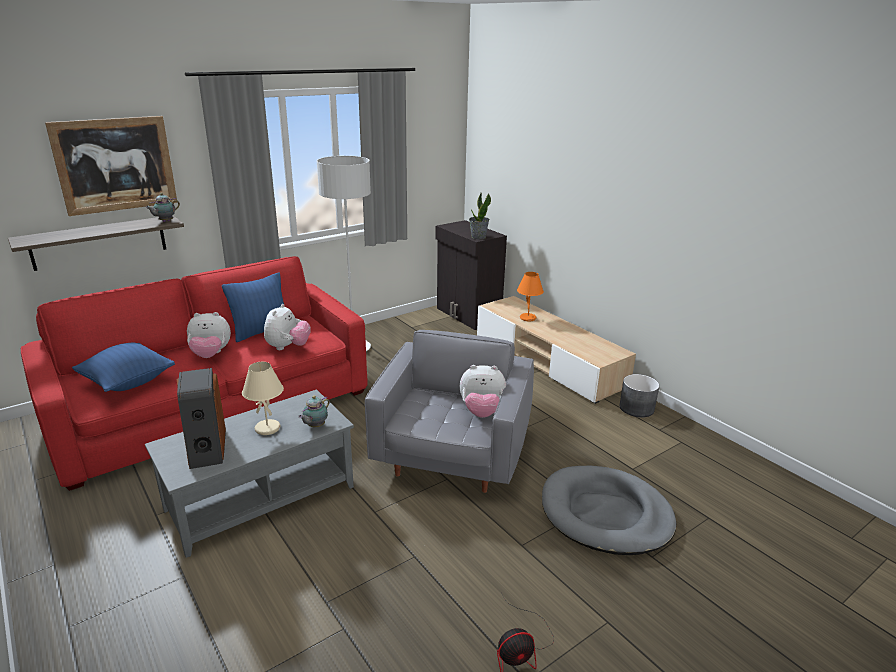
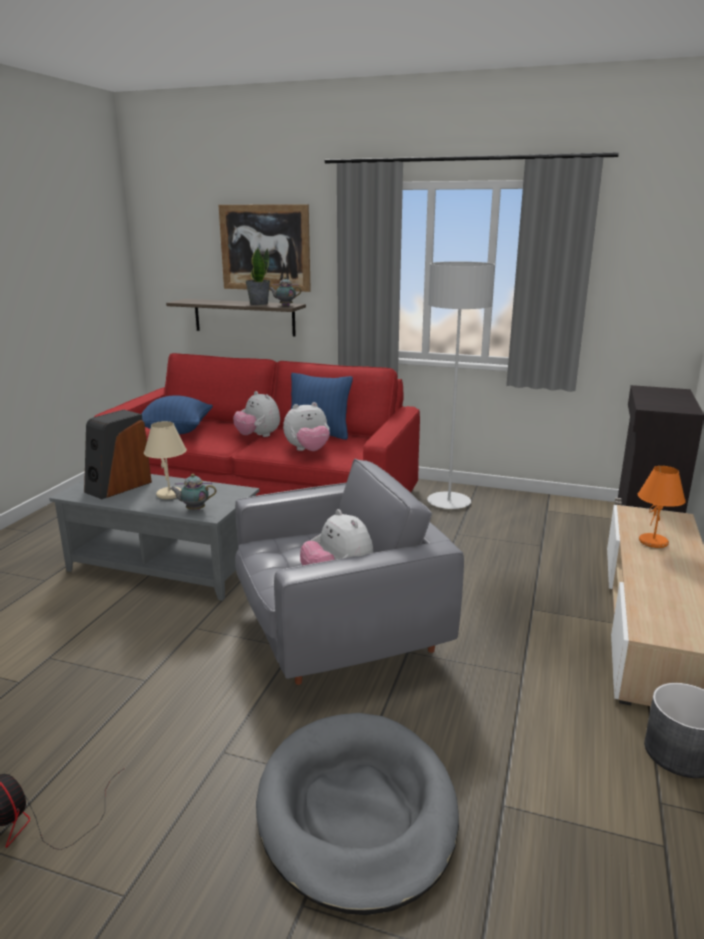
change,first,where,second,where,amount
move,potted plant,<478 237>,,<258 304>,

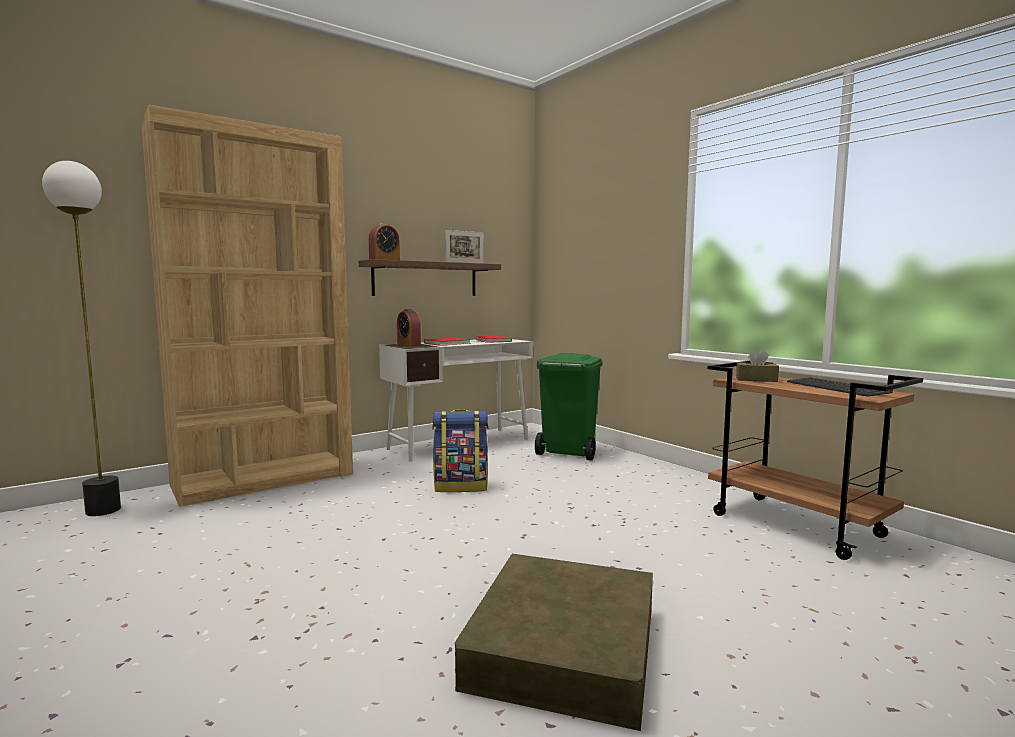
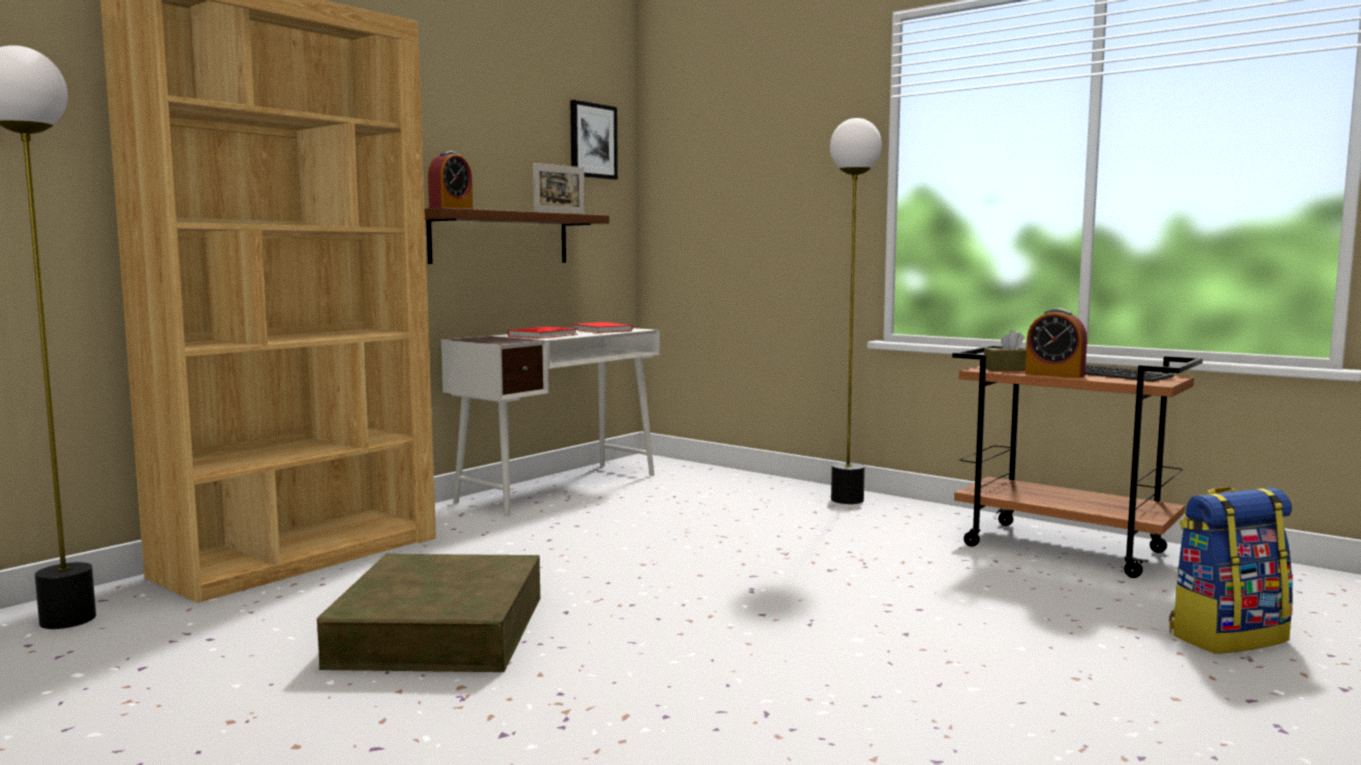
change,first,where,second,where,amount
move,bedside clock,<408 344>,,<1054 375>,
delete,greenish waste bin,<567 453>,,,
move,backpack,<461 486>,,<1226 636>,
move,brown-coloured storage box,<564 647>,,<440 630>,
insert,,,picture,<592 141>,
insert,,,standing lamp,<846 500>,

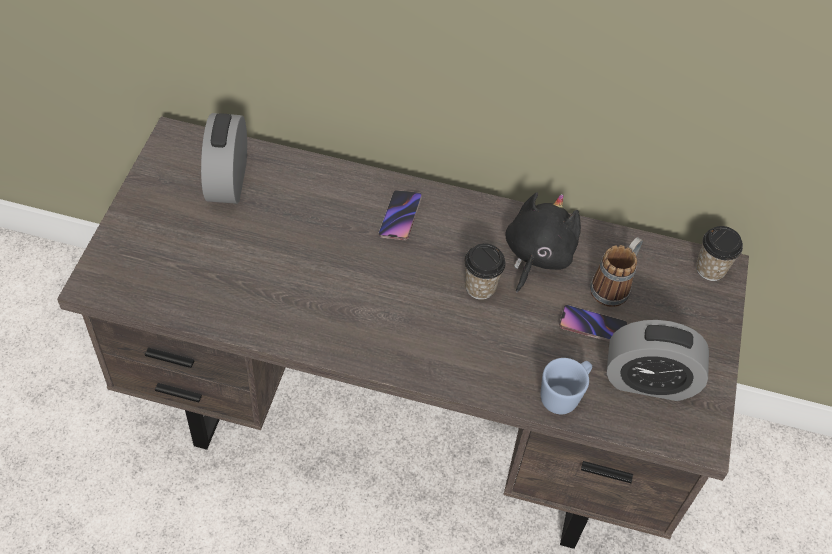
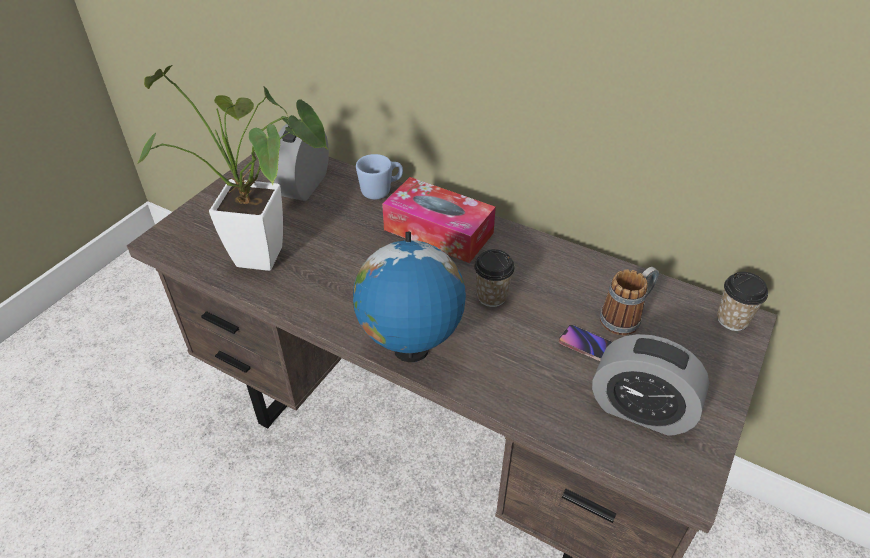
change,first,where,second,where,amount
replace,phone,<400 217>,box of tissues,<438 231>,
delete,blackish plush toy,<536 255>,,,
move,blue tea mug,<564 395>,,<381 191>,
insert,,,potted plant,<270 259>,
insert,,,world globe,<410 350>,

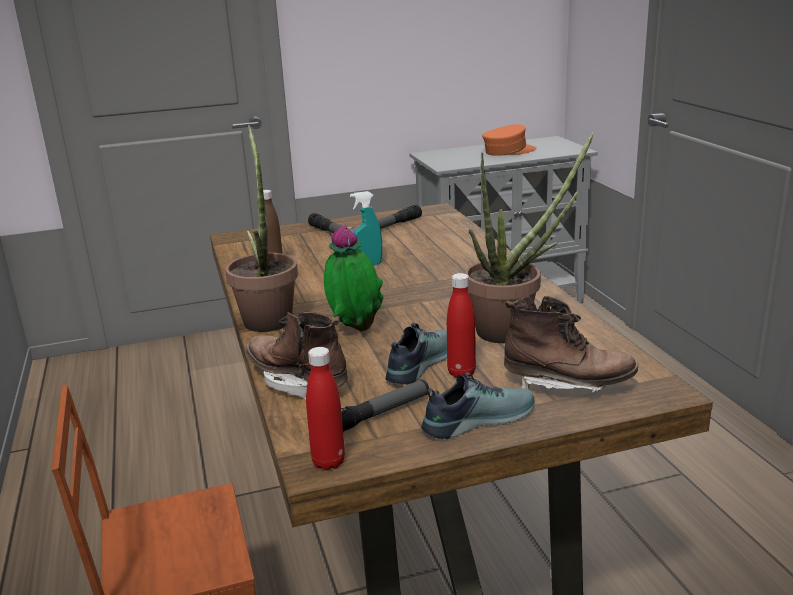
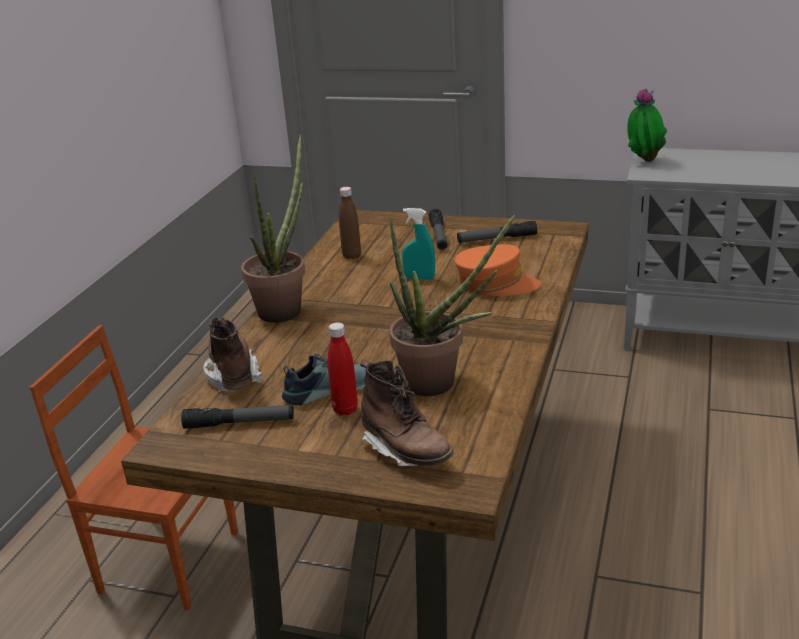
change,first,where,second,where,amount
move,orange cap,<508 151>,,<496 284>,
move,potted plant,<354 331>,,<643 160>,
delete,red-coloured beverage bottle,<328 462>,,,
delete,shoe,<476 419>,,,

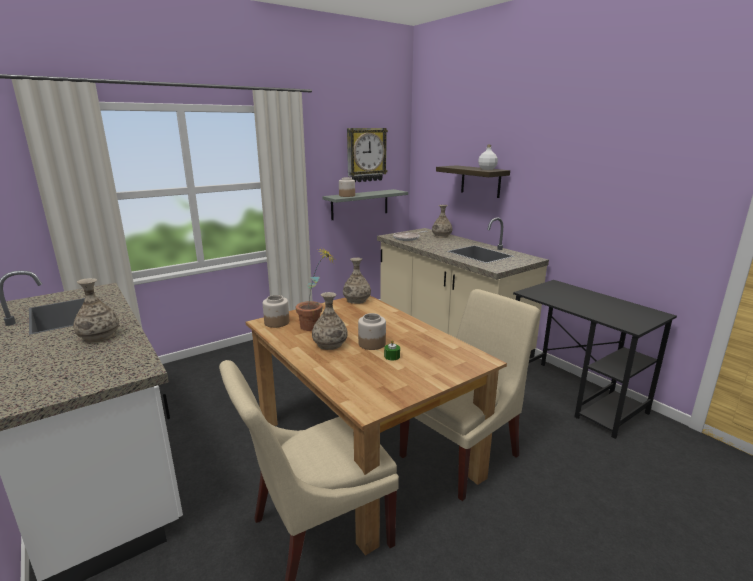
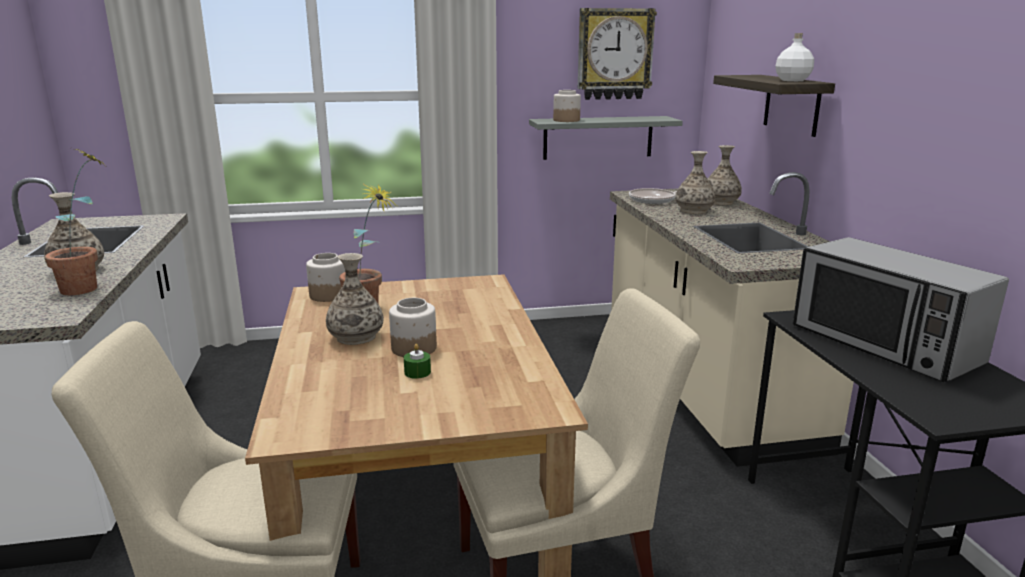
change,first,where,second,where,amount
move,decorative vase,<356 300>,,<693 210>,
insert,,,potted plant,<91 287>,
insert,,,microwave,<883 345>,

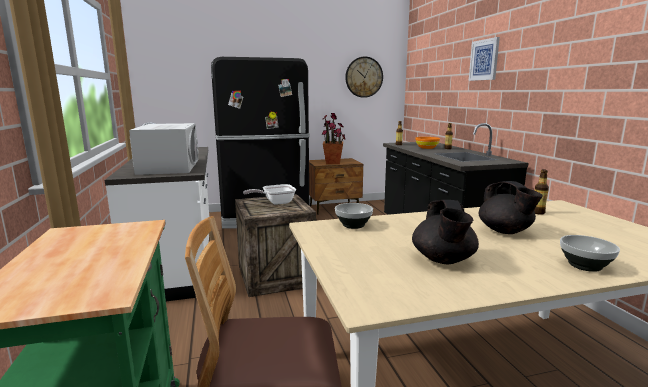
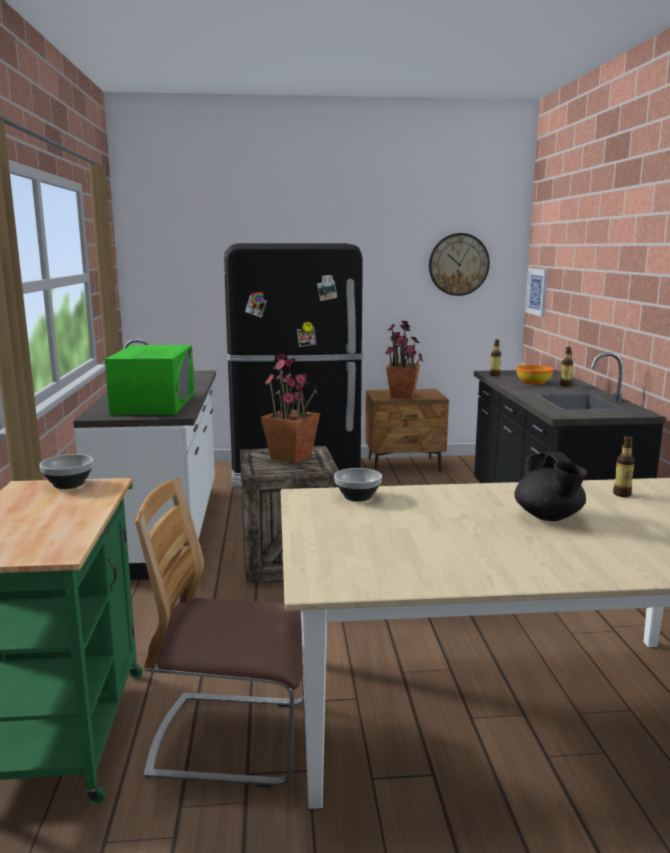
change,first,where,second,where,amount
move,picture,<484 60>,,<537 291>,
recolor,whitish microwave,<169 166>,greenish microwave,<154 403>,
replace,pan,<275 202>,potted plant,<291 457>,
delete,blackish tea pot,<443 260>,,,
move,deep dish,<585 266>,,<69 484>,

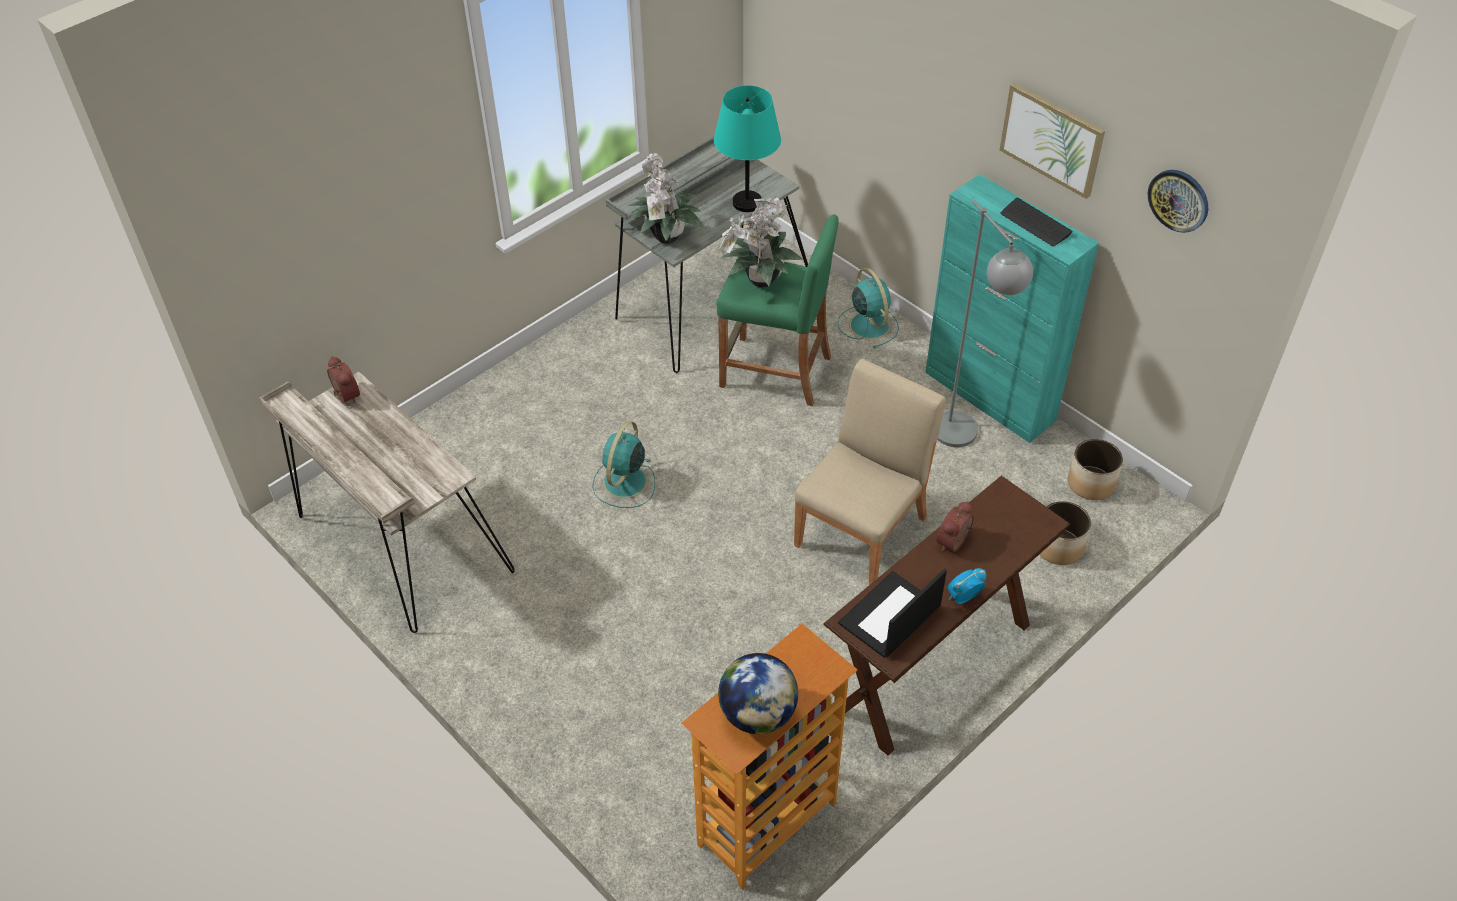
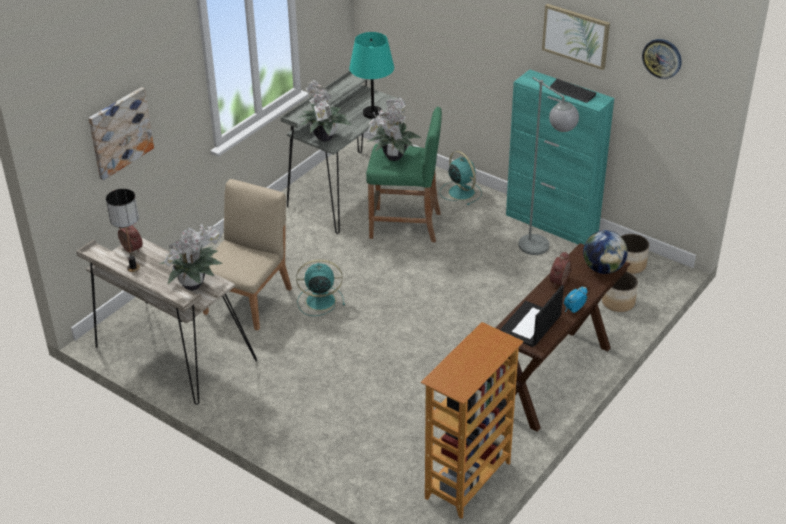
change,first,where,second,where,amount
move,beige chair,<862 530>,,<249 300>,
rotate,turquoise-coloured electric fan,<624 483>,,<319 301>,75 degrees clockwise
move,world globe,<757 714>,,<603 269>,
insert,,,picture,<120 132>,
insert,,,tabletop lamp,<133 268>,
insert,,,potted plant,<195 285>,

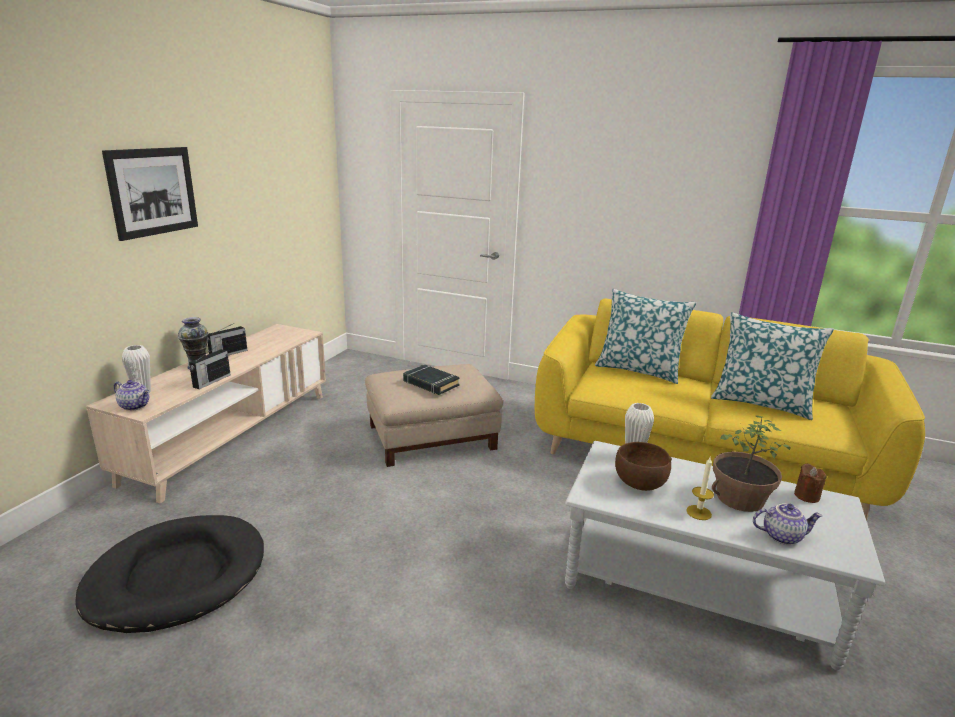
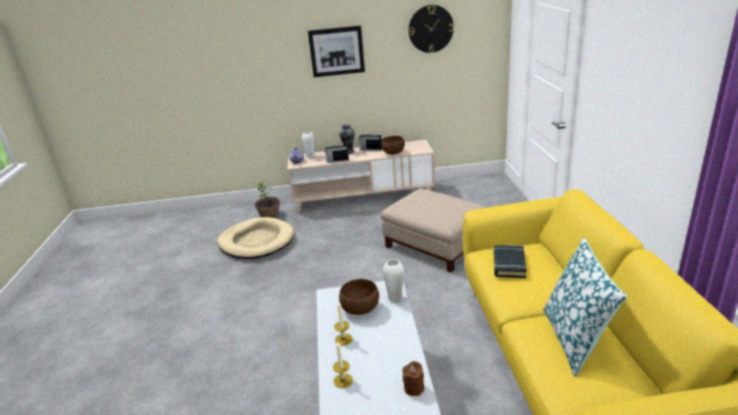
change,first,where,second,where,amount
delete,throw pillow,<639 370>,,,
move,blackish bound book,<430 383>,,<509 264>,
move,potted plant,<740 498>,,<269 215>,
replace,tea pot,<782 536>,candle,<343 380>,
recolor,blackish dog bed,<177 577>,beige dog bed,<256 241>,
insert,,,clock on the wall,<430 29>,
insert,,,brown-coloured deep dish,<393 152>,

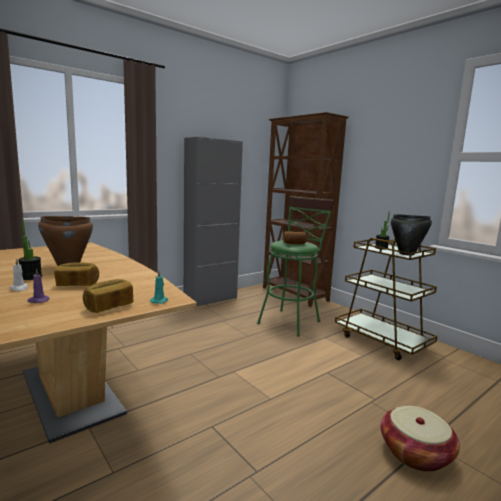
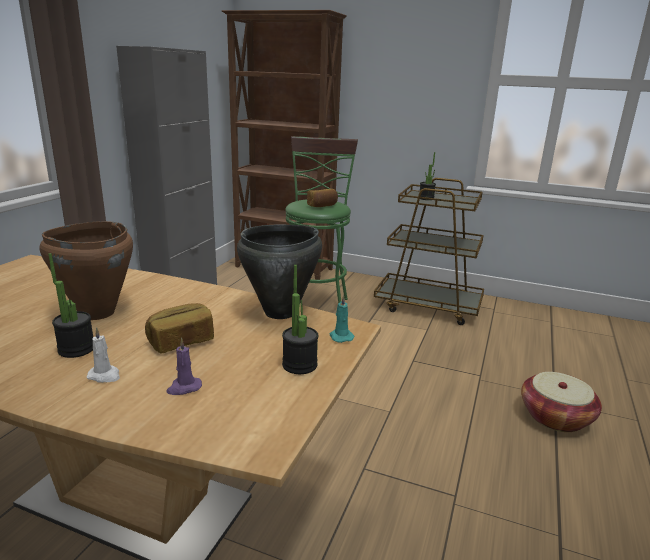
change,first,where,second,where,amount
move,blackish cooking pot,<407 254>,,<280 312>,
replace,baked bread,<109 306>,potted plant,<299 365>,

